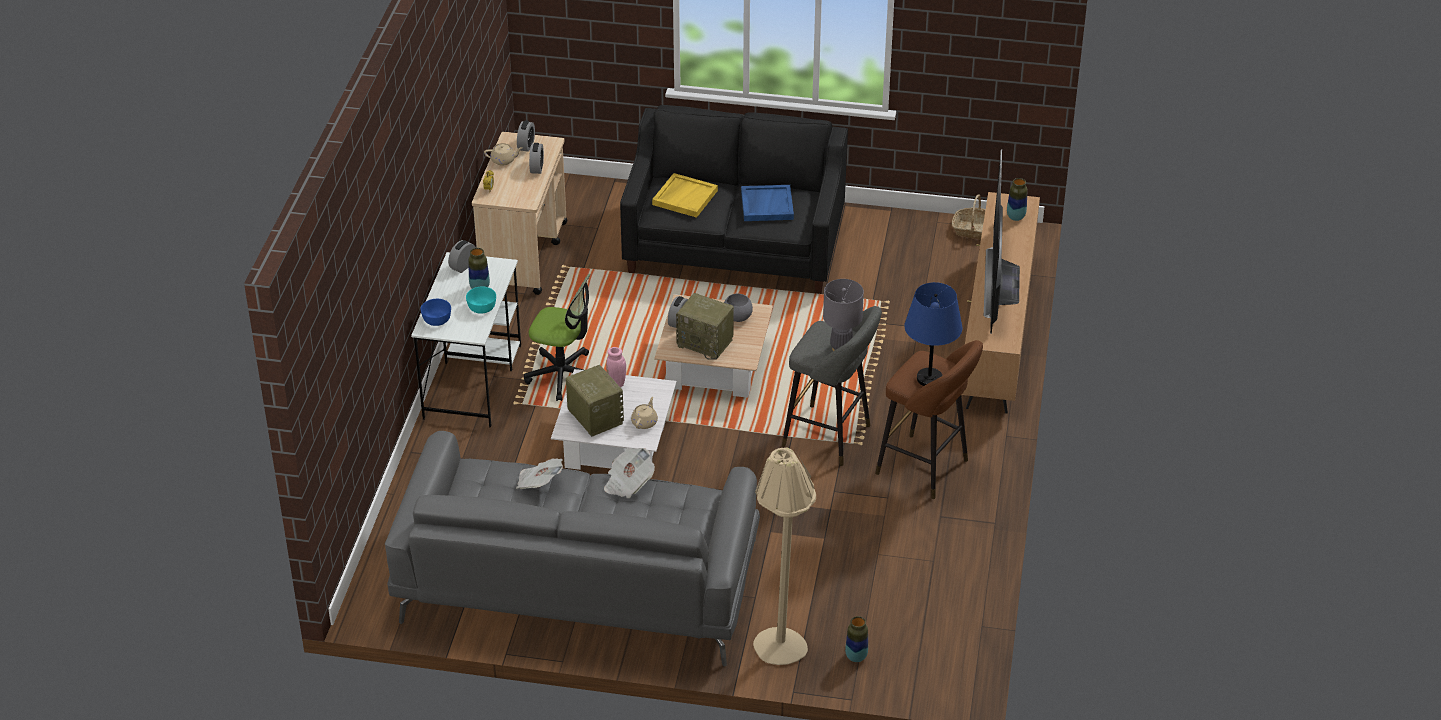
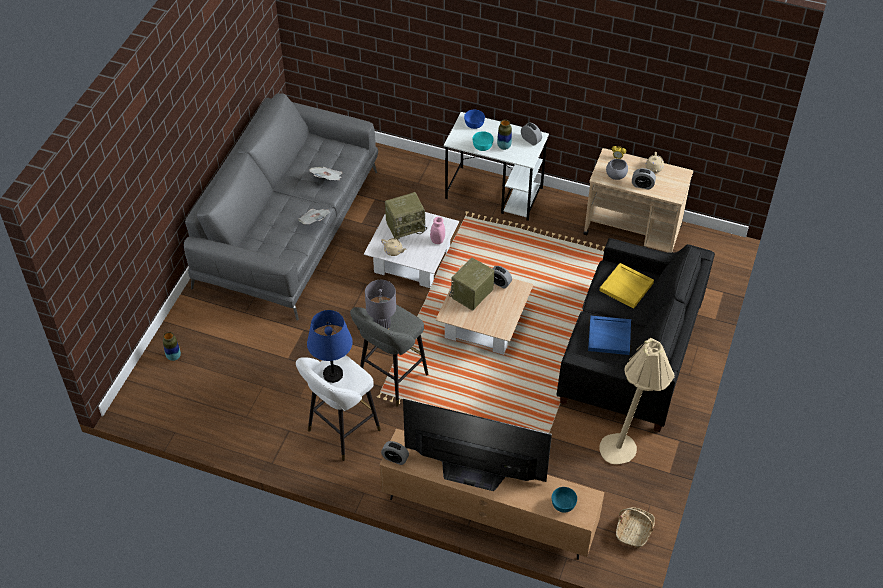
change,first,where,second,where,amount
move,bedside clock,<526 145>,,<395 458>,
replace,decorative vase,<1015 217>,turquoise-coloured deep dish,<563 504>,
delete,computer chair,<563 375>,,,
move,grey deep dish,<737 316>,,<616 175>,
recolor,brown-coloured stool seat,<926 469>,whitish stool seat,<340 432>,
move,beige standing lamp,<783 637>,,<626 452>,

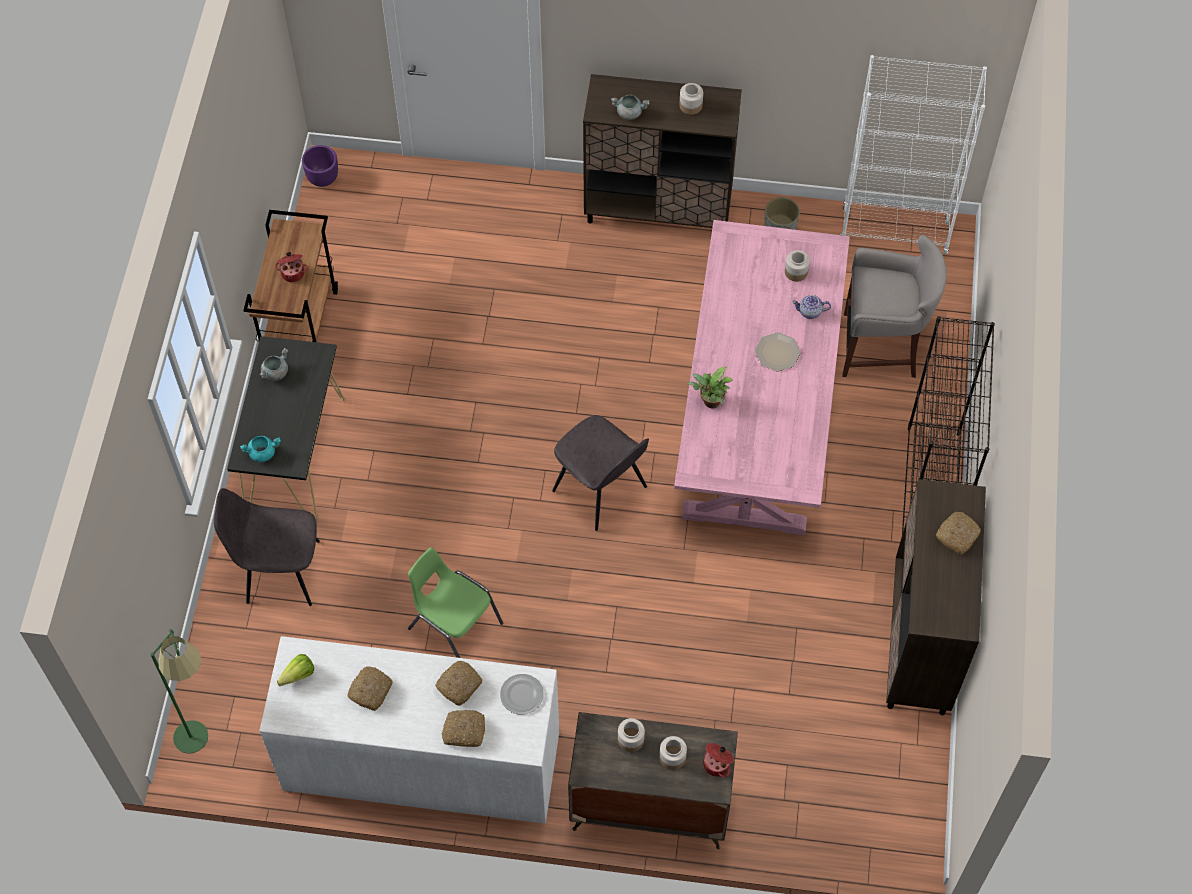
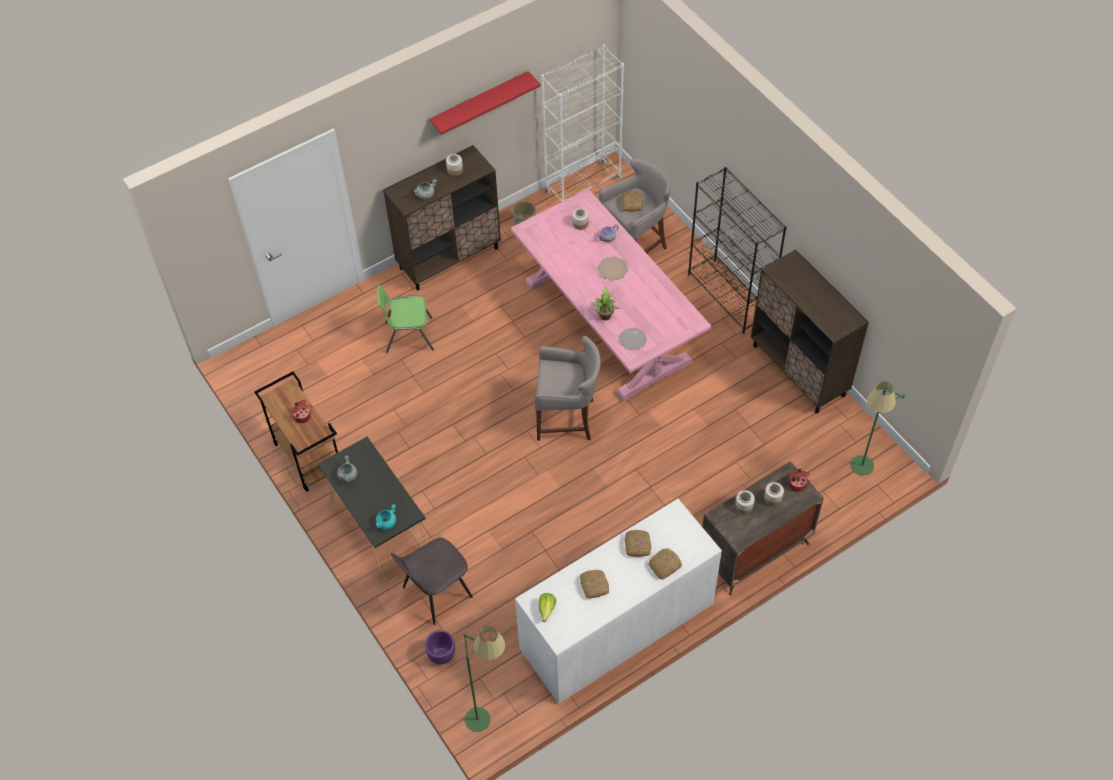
change,first,where,second,where,amount
move,purple-coloured flower pot,<322 178>,,<441 655>,
replace,grey chair,<601 491>,grey stool seat,<567 418>,
move,baked bread,<957 534>,,<631 204>,
move,greenish chair,<454 625>,,<408 335>,
move,flat dish,<521 695>,,<633 340>,
insert,,,red-coloured shelf,<480 103>,
insert,,,greenish standing lamp,<860 474>,

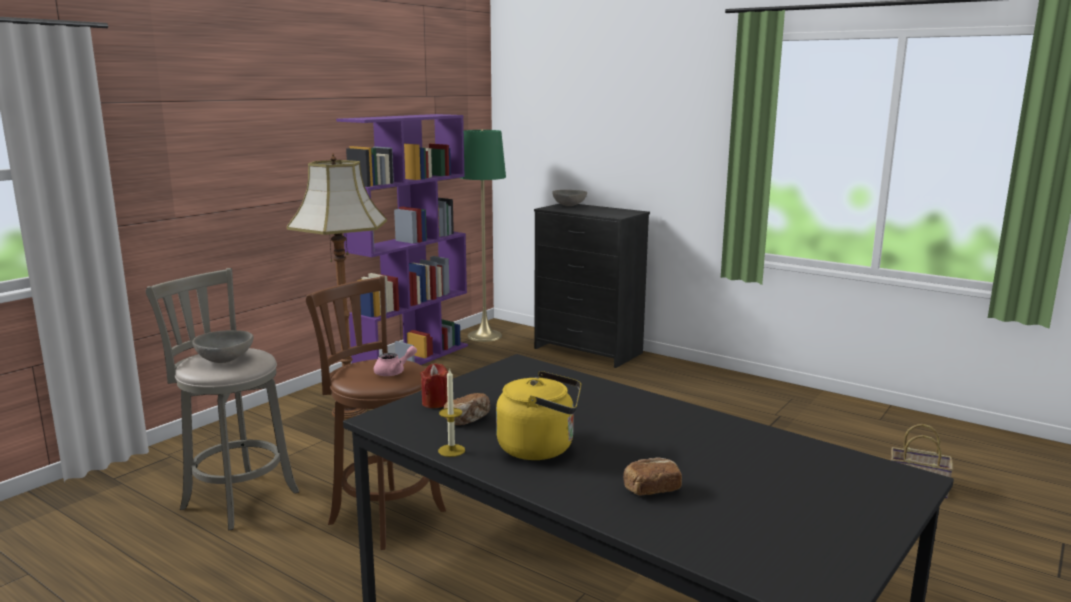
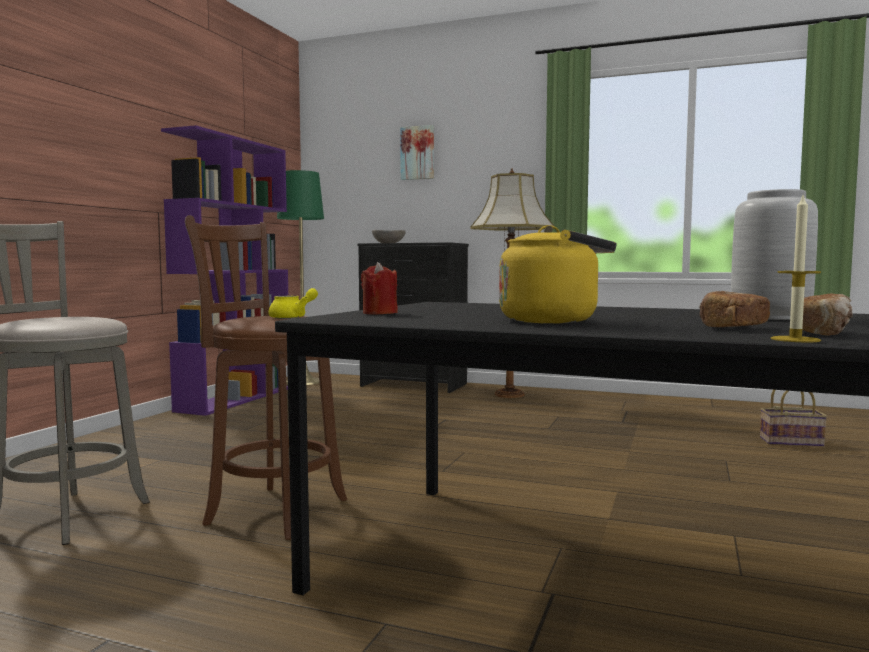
change,first,where,second,where,amount
move,standing lamp,<351 412>,,<510 394>,
delete,grey deep dish,<224 360>,,,
recolor,pinkish tea pot,<394 372>,yellow-coloured tea pot,<293 317>,
move,candle,<451 450>,,<795 339>,
move,baked bread,<468 419>,,<823 333>,
insert,,,picture,<418 153>,
insert,,,grey decorative vase,<770 317>,

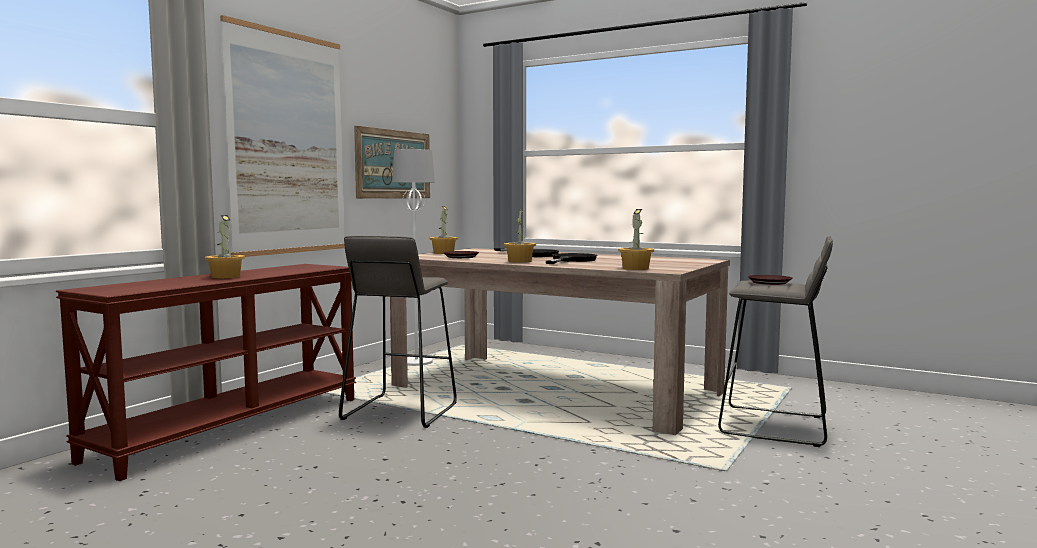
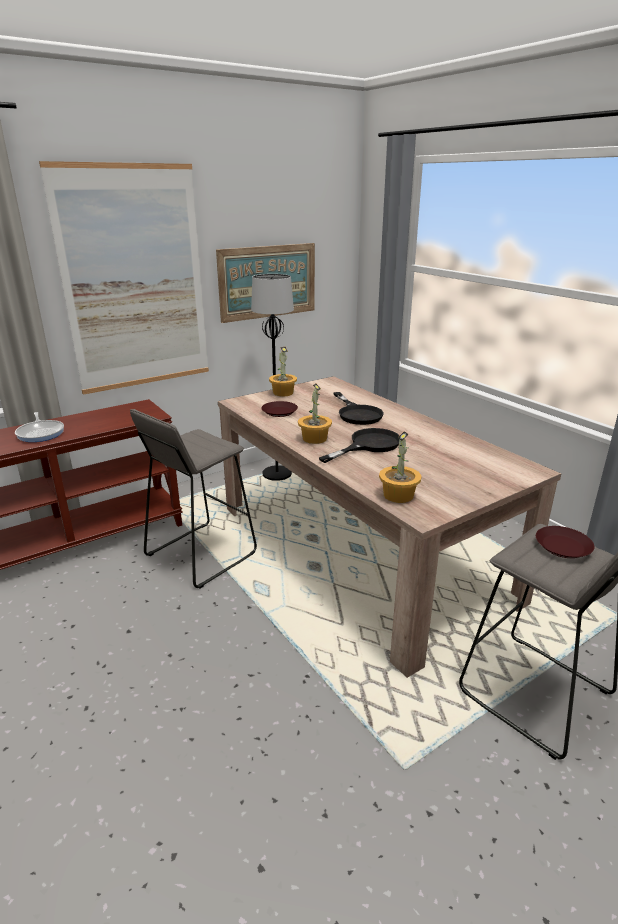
change,first,where,second,where,amount
recolor,whitish standing lamp,<416 363>,blackish standing lamp,<277 474>,
replace,potted plant,<225 276>,pan,<41 433>,

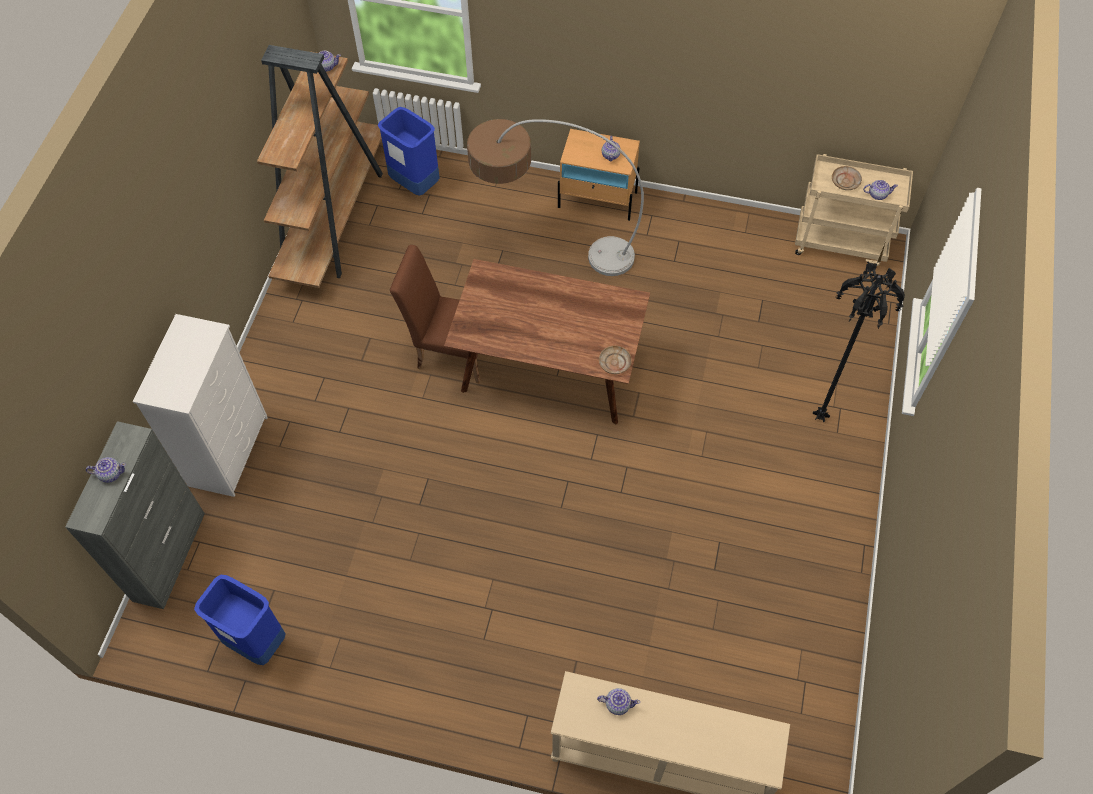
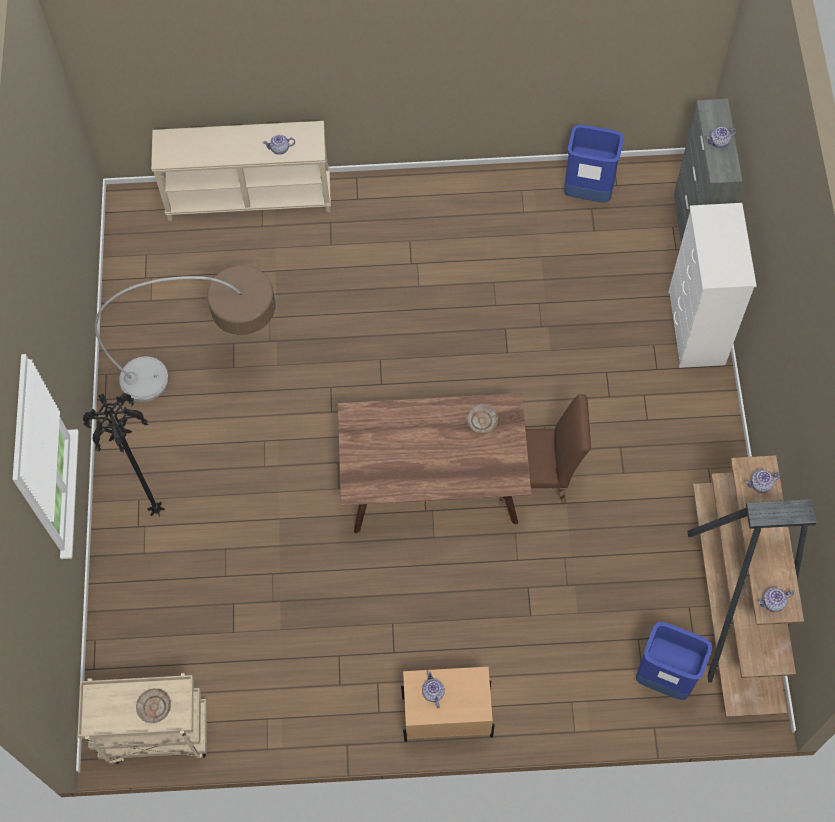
change,first,where,second,where,amount
move,standing lamp,<548 248>,,<211 373>,
move,tea pot,<877 194>,,<761 484>,
move,beige flat dish,<614 363>,,<481 420>,

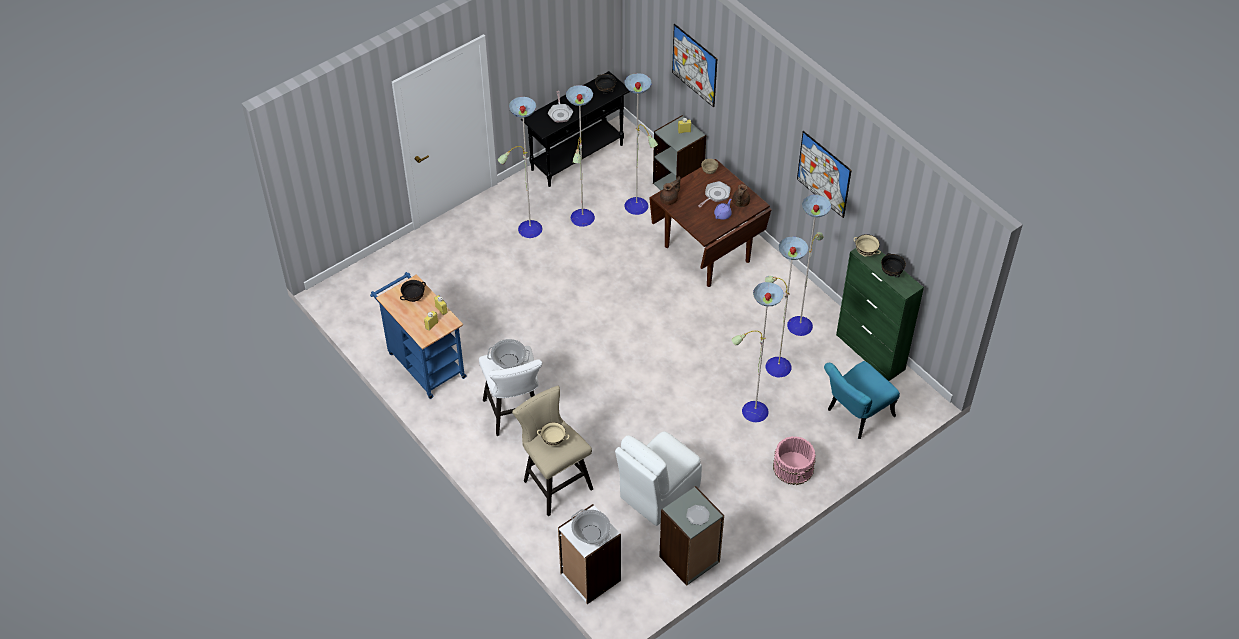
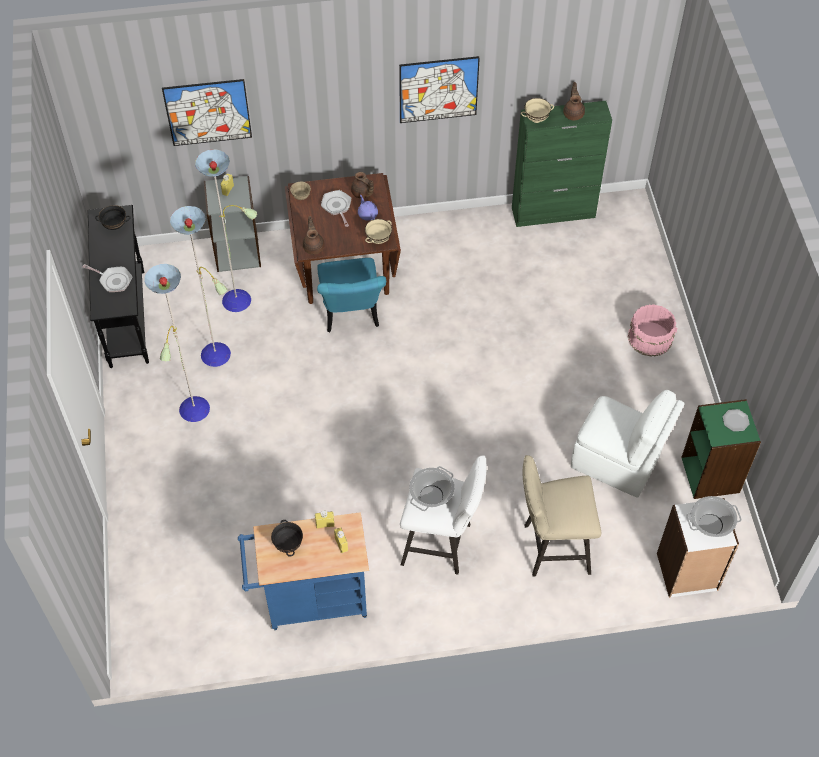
change,first,where,second,where,amount
delete,standing lamp,<776 366>,,,
replace,blackish deep dish,<891 273>,brown-coloured tea pot,<573 113>,
move,turquoise-coloured chair,<855 416>,,<351 315>,
move,beige deep dish,<553 441>,,<378 239>,
rotate,whitish chair,<658 493>,,<617 462>,45 degrees counterclockwise
recolor,grey shelving unit,<690 559>,greenish shelving unit,<711 475>,

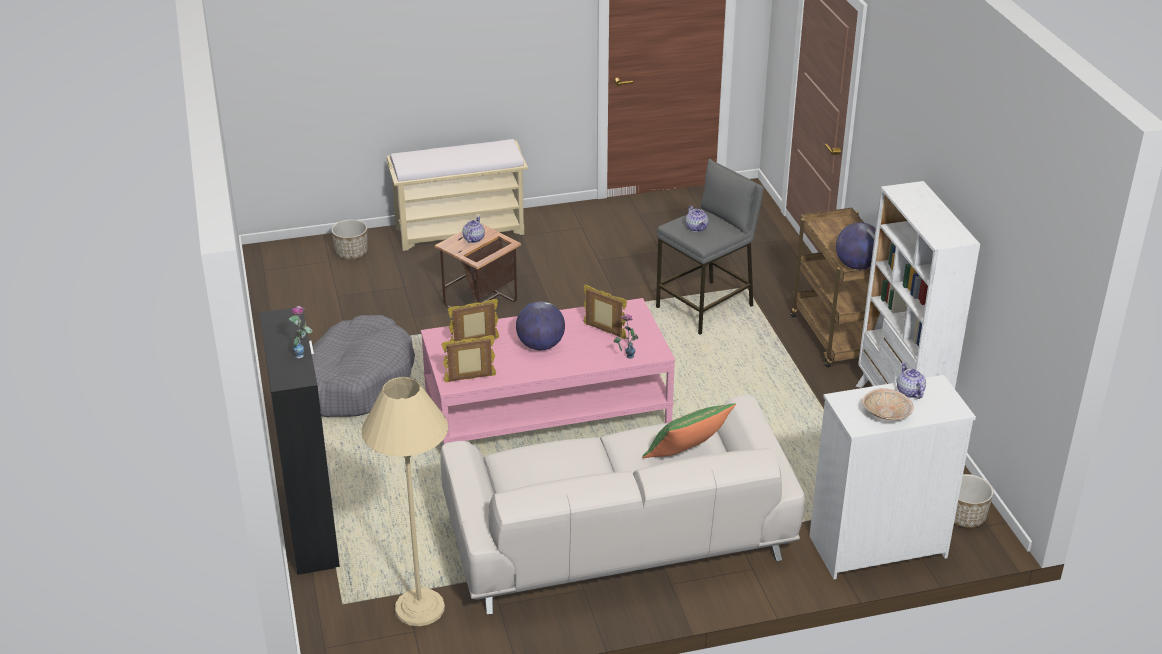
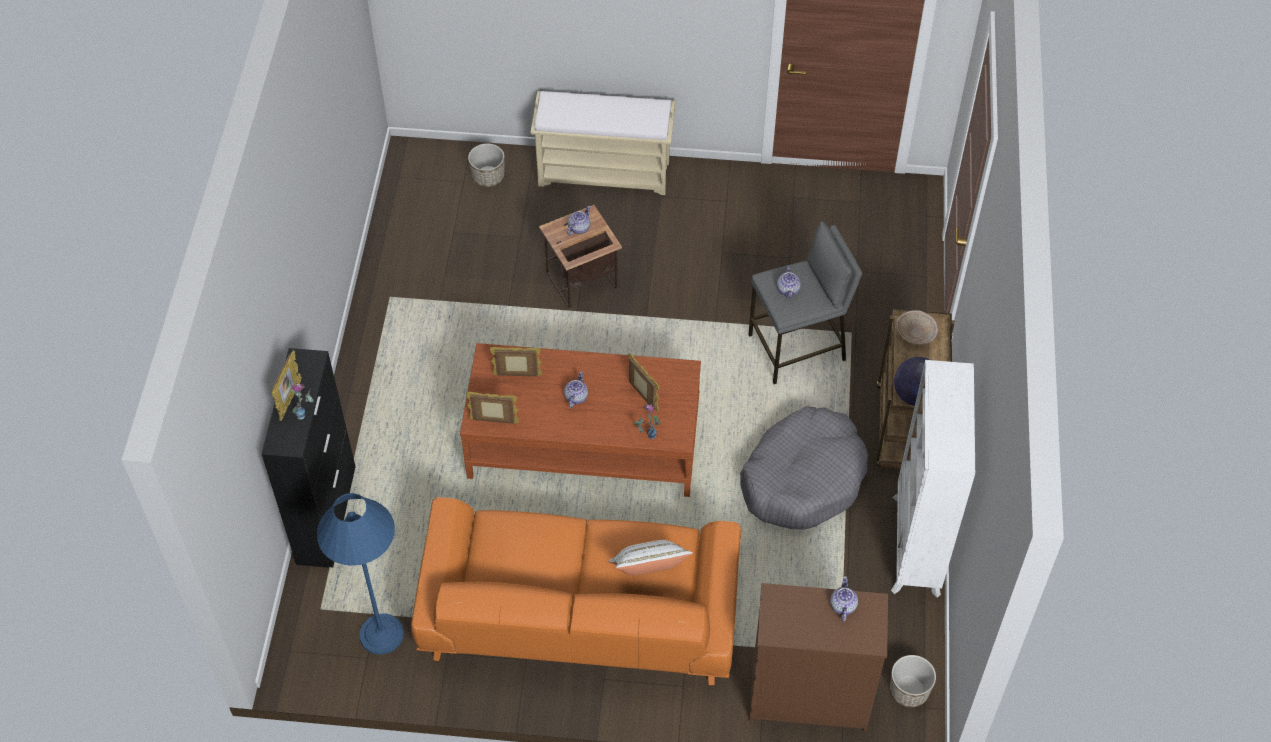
change,first,where,second,where,amount
recolor,pinkish low table,<546 413>,brown-coloured low table,<583 443>,
replace,world globe,<540 345>,tea pot,<576 397>,
move,grey dog bed,<356 381>,,<803 478>,
recolor,whitish dresser,<876 546>,brown-coloured dresser,<807 697>,
recolor,beige standing lamp,<419 608>,blue standing lamp,<381 634>,
move,beige deep dish,<887 415>,,<916 334>,
recolor,whitish couch,<617 541>,orange couch,<579 615>,
recolor,greenish throw pillow,<686 456>,whitish throw pillow,<649 572>,
insert,,,picture frame,<290 400>,

